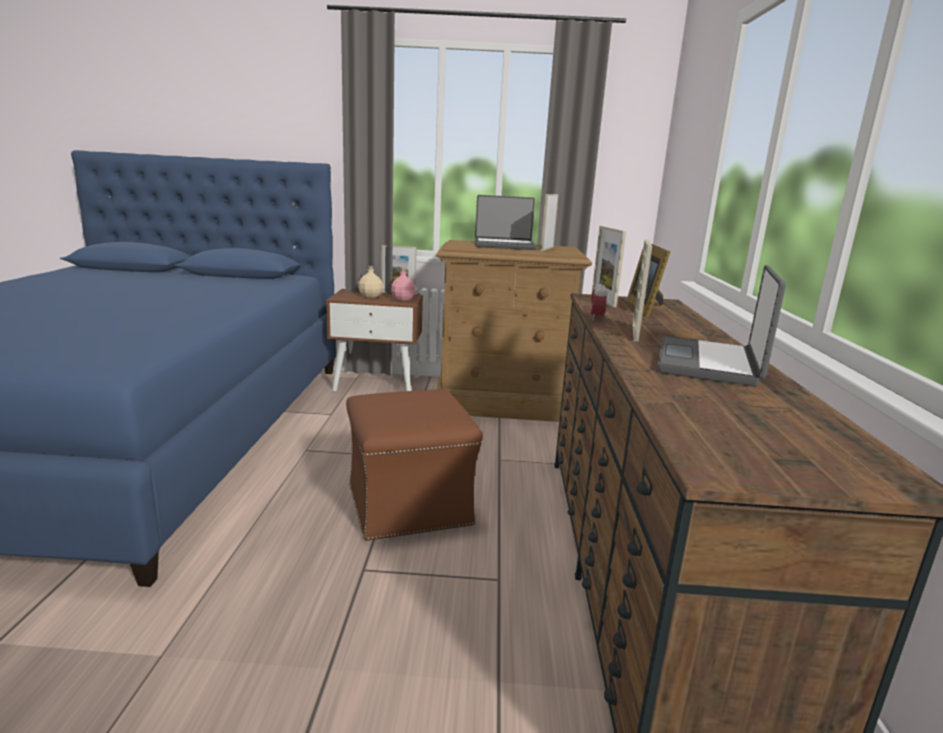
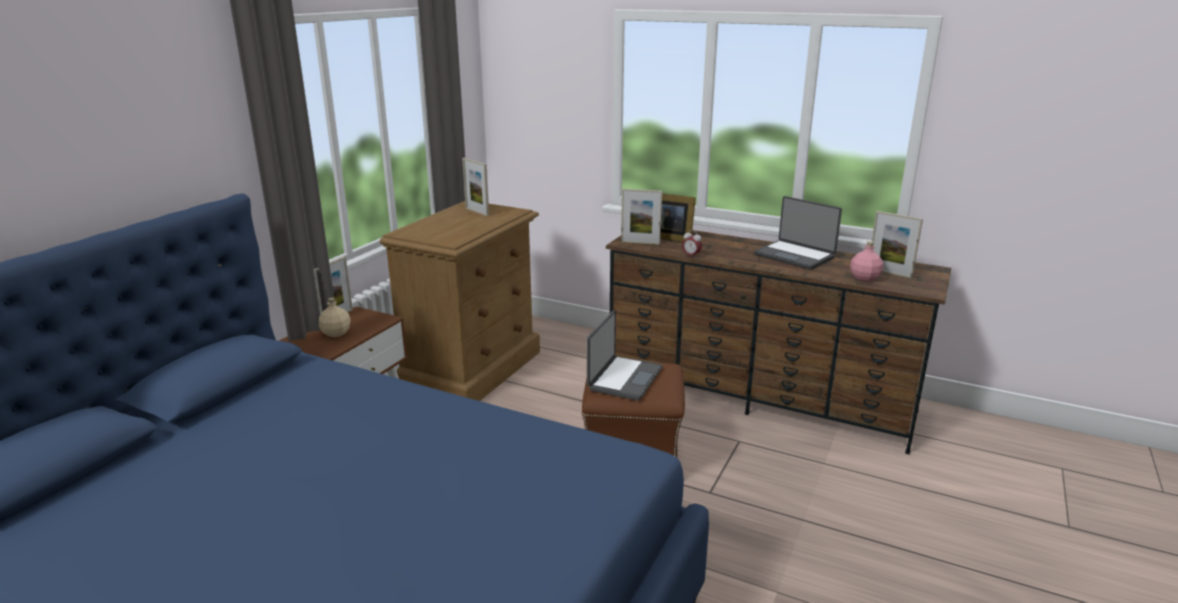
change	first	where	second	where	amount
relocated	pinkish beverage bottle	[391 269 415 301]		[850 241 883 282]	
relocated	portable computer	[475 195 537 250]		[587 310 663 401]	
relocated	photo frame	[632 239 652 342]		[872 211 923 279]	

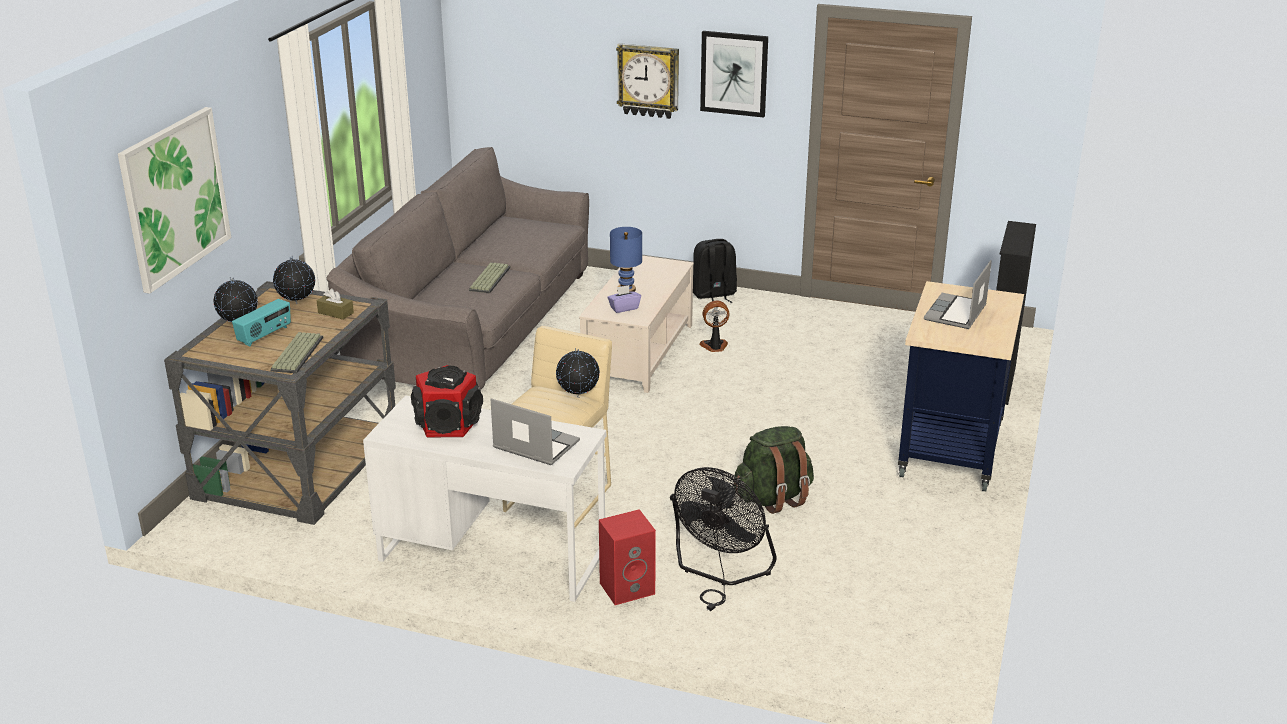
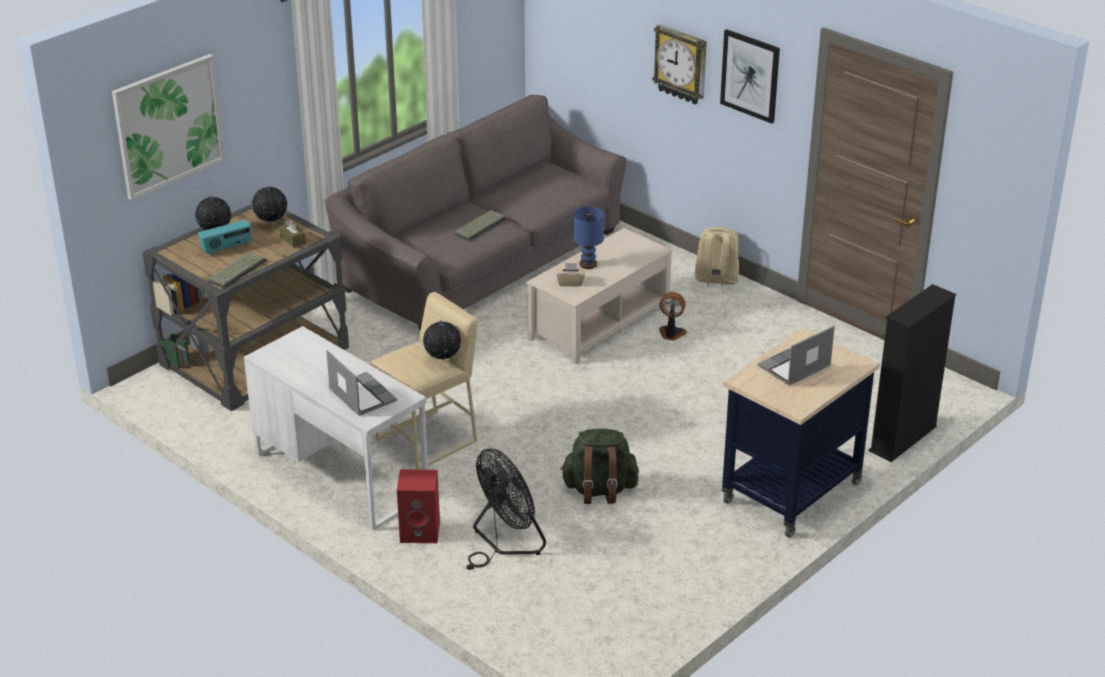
change	first	where	second	where	amount
missing	speaker	[411 365 483 437]			
colour	purple tissue holder	[607 285 641 313]	beige-coloured tissue holder	[556 263 585 287]	
colour	black knapsack	[693 239 737 303]	beige-coloured knapsack	[695 227 739 293]	

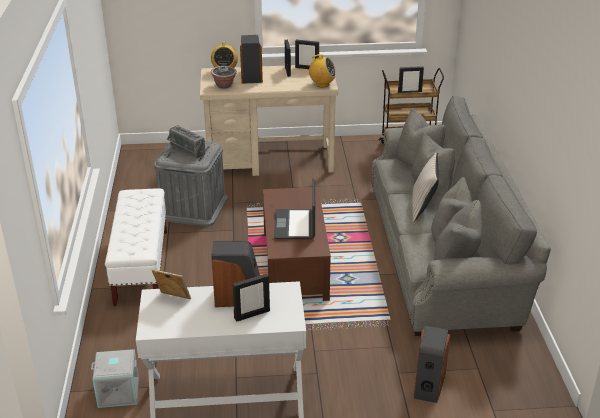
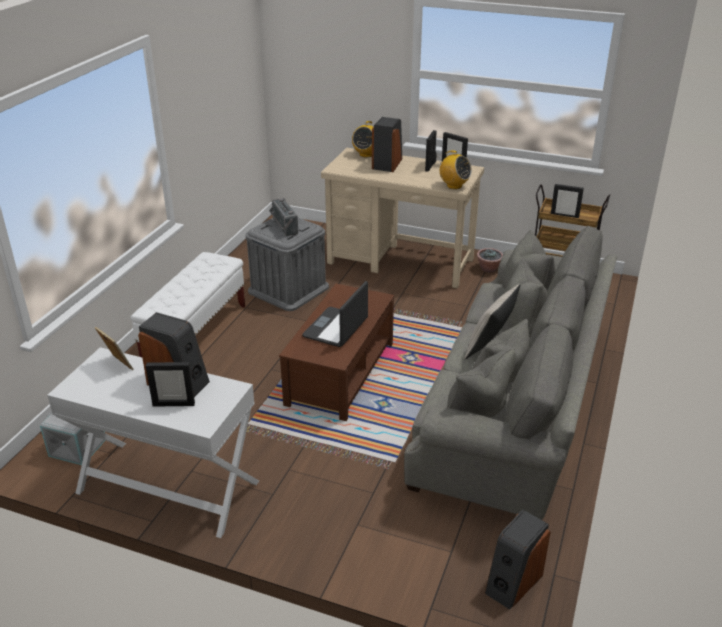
change	first	where	second	where	amount
relocated	plant in a pot	[211 66 237 89]		[477 248 503 273]	
relocated	speaker	[414 326 450 403]		[485 509 551 610]	

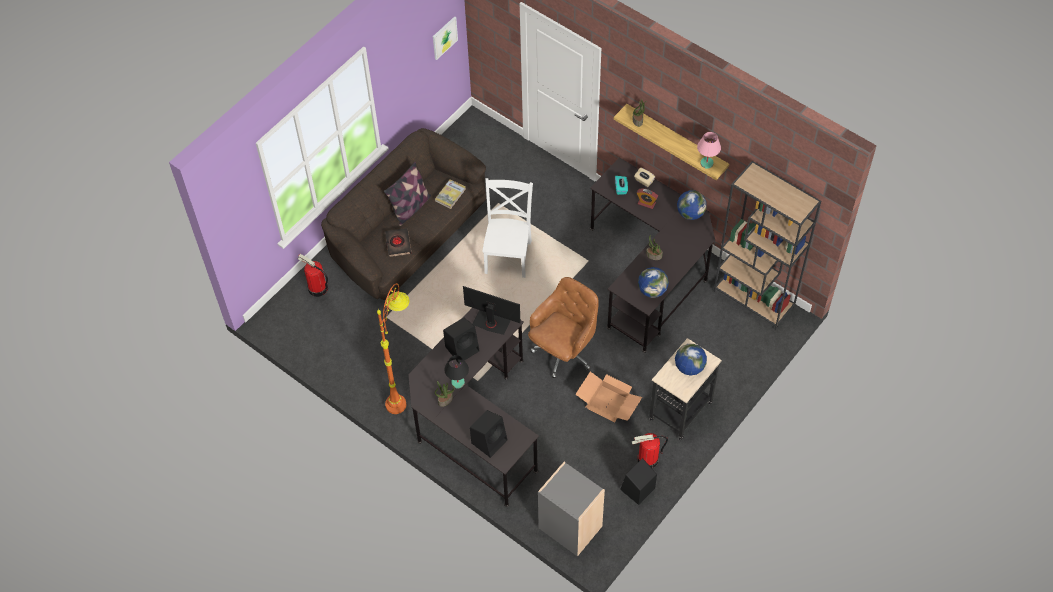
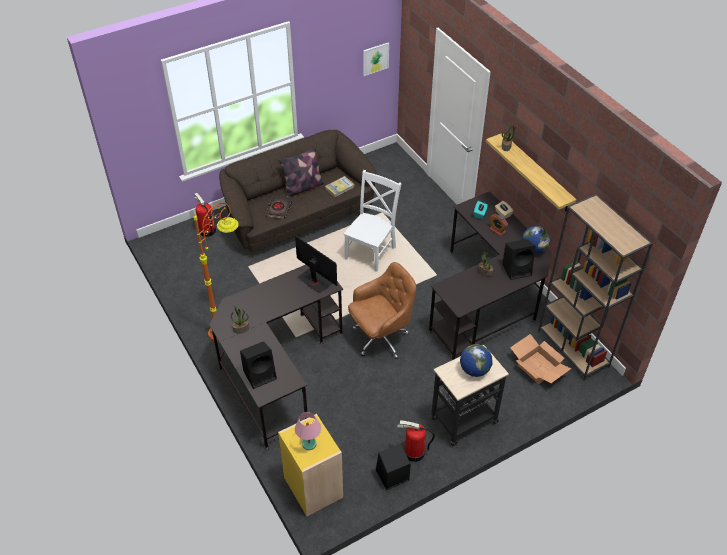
change	first	where	second	where	amount
relocated	black speaker	[443 318 480 364]		[502 239 536 280]	
missing	black tabletop lamp	[444 355 469 389]			
colour	grey bookcase	[538 462 605 556]	yellow-coloured bookcase	[278 414 343 516]	
relocated	carton	[575 372 642 422]		[510 334 571 384]	
missing	world globe	[638 267 669 298]			
relocated	pinkish tabletop lamp	[697 132 721 169]		[295 412 321 450]	

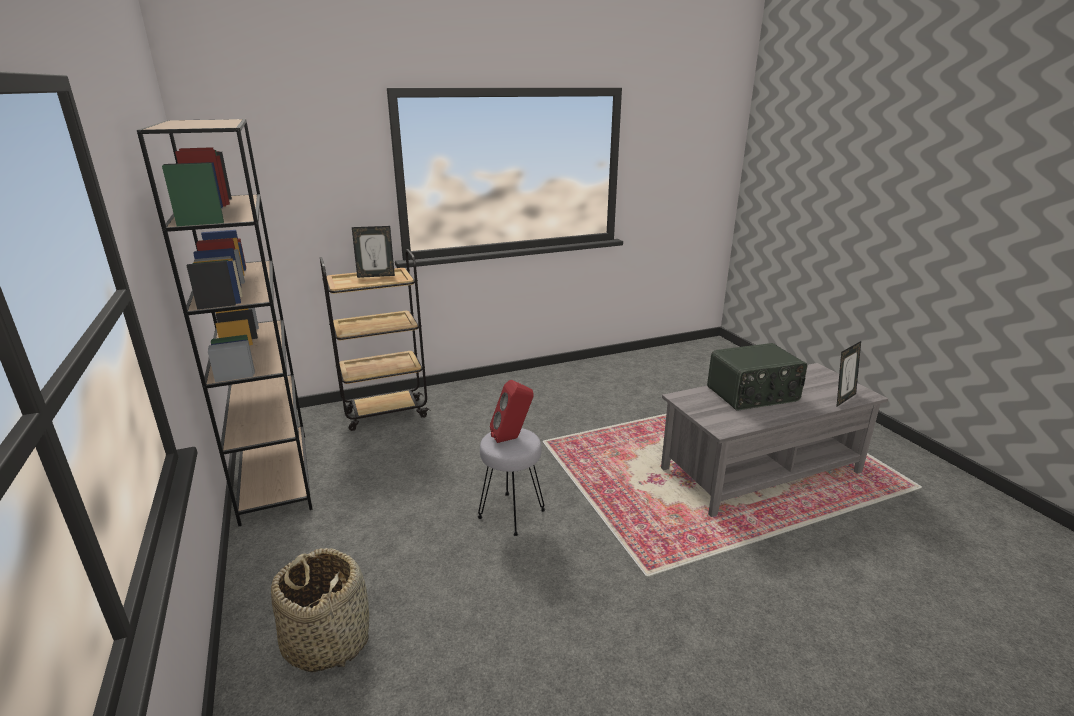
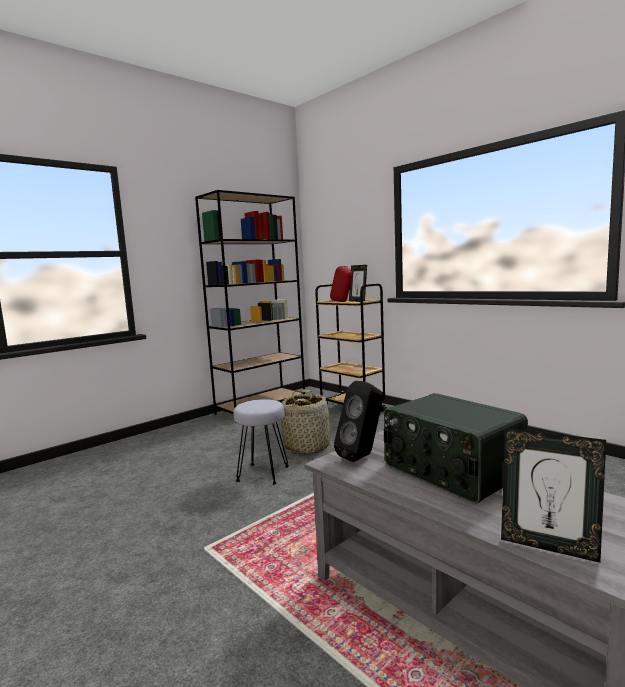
change	first	where	second	where	amount
relocated	basket	[271 548 369 672]		[281 389 330 454]	
relocated	reddish speaker	[490 380 534 443]		[330 266 353 302]	
appeared			black speaker	[334 381 383 462]	

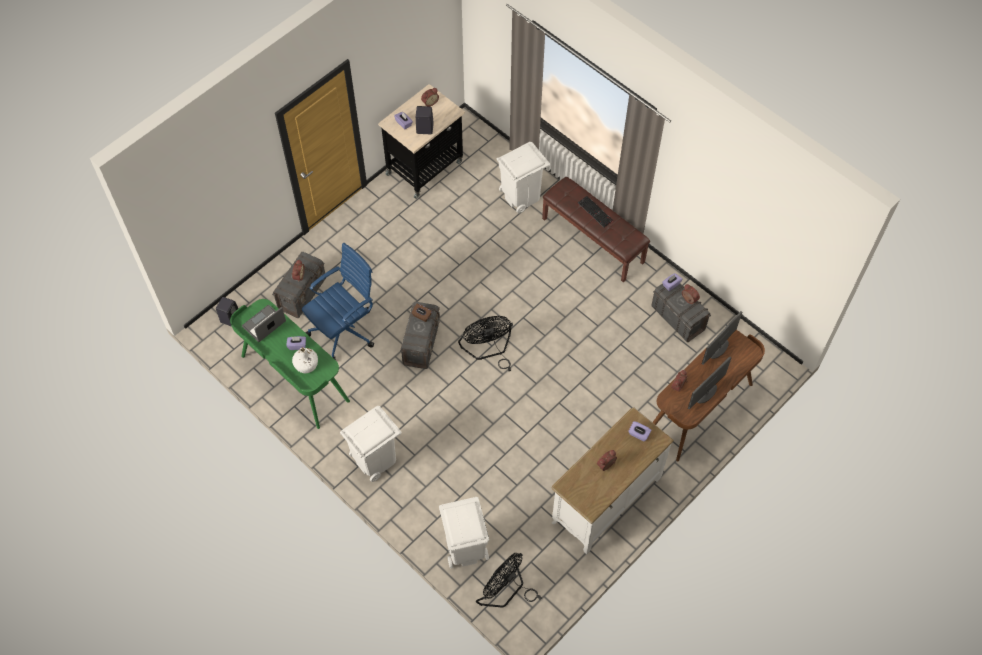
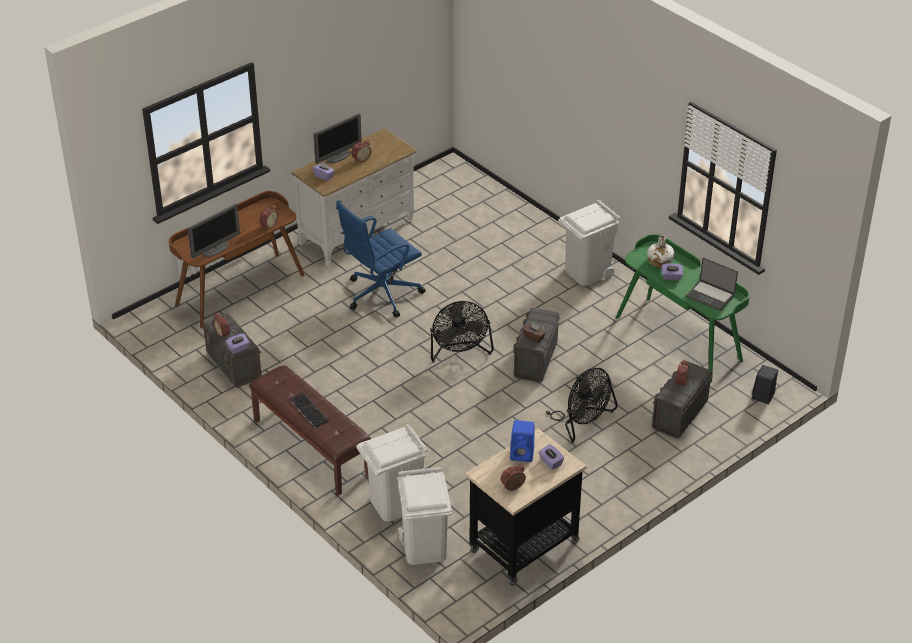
change	first	where	second	where	amount
spun	portable computer	[242 305 286 342]		[686 257 738 311]	75 degrees clockwise
relocated	blue-coloured desk chair	[302 243 374 360]		[336 200 425 318]	
colour	black speaker	[416 106 434 134]	blue-coloured speaker	[510 420 534 462]	
relocated	white-coloured waste bin	[439 497 489 569]		[397 467 452 565]	
relocated	black cooling fan	[476 553 542 607]		[546 368 618 443]	
relocated	computer display	[688 357 731 410]		[313 113 362 164]	

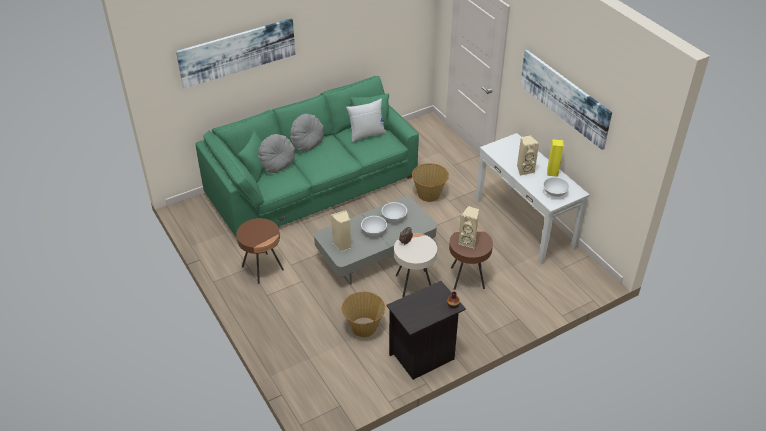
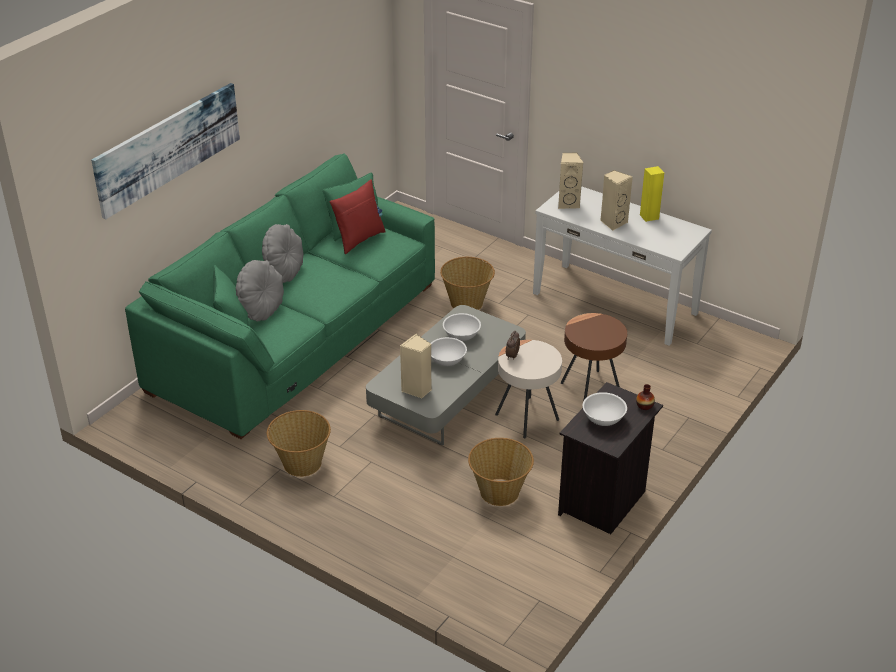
change	first	where	second	where	amount
exchanged	brown side table	[236 218 284 284]	basket	[267 410 331 477]	
colour	grey cushion	[346 99 386 143]	reddish cushion	[330 179 386 254]	
relocated	beige-coloured speaker	[458 206 479 249]		[558 152 583 209]	
missing	picture	[520 50 612 150]			
relocated	white-coloured serving bowl	[543 177 570 197]		[583 392 627 426]	

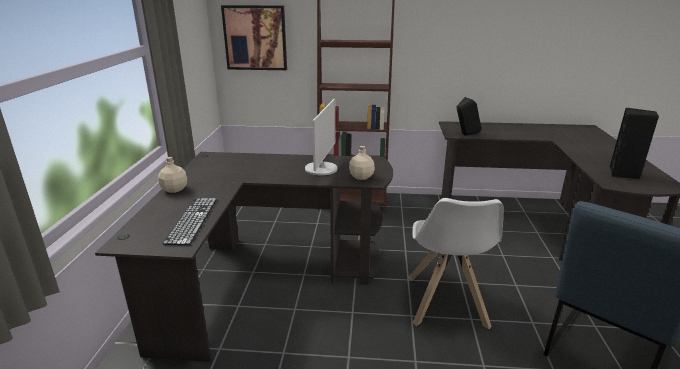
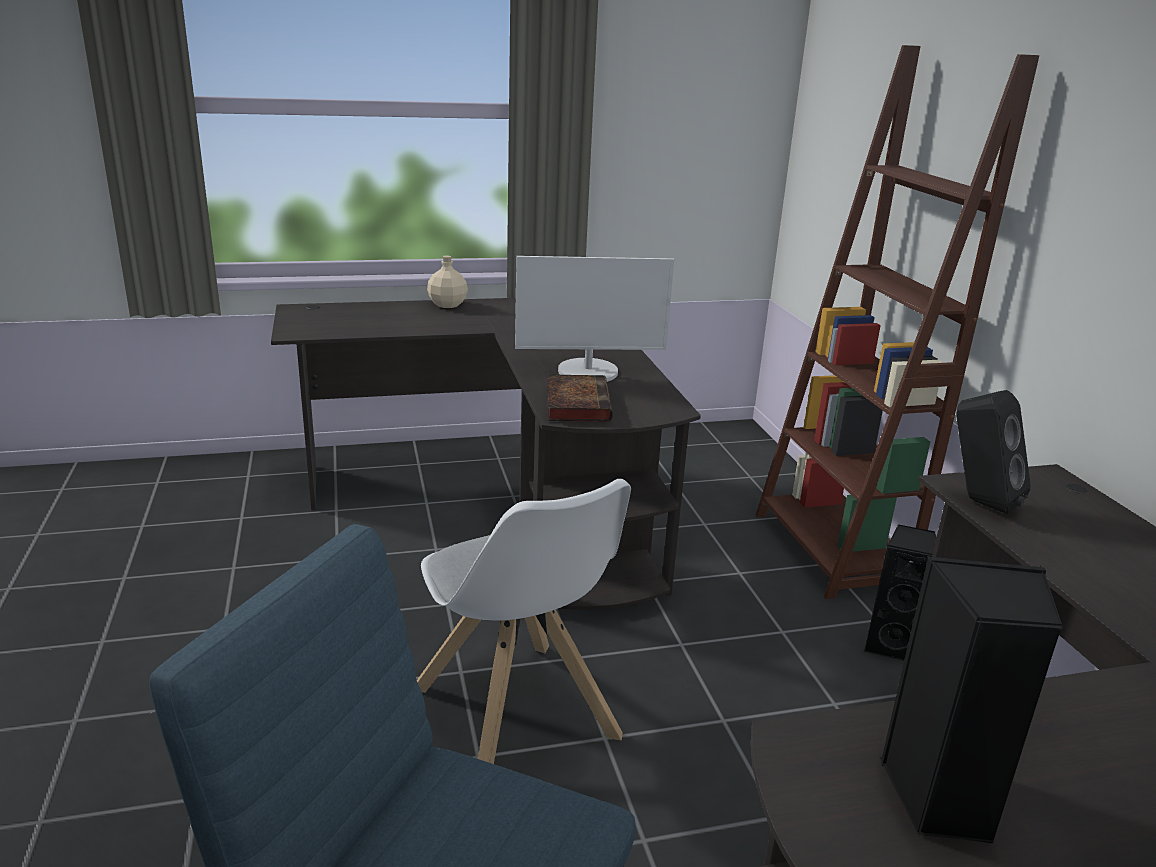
change	first	where	second	where	amount
missing	computer keyboard	[163 198 217 245]			
missing	picture	[221 5 287 70]			
exchanged	beige-coloured beverage bottle	[349 146 375 180]	book	[547 374 613 422]	
spun	plain chair	[408 198 504 329]		[417 479 631 764]	105 degrees counterclockwise
appeared			black speaker	[864 524 937 661]	

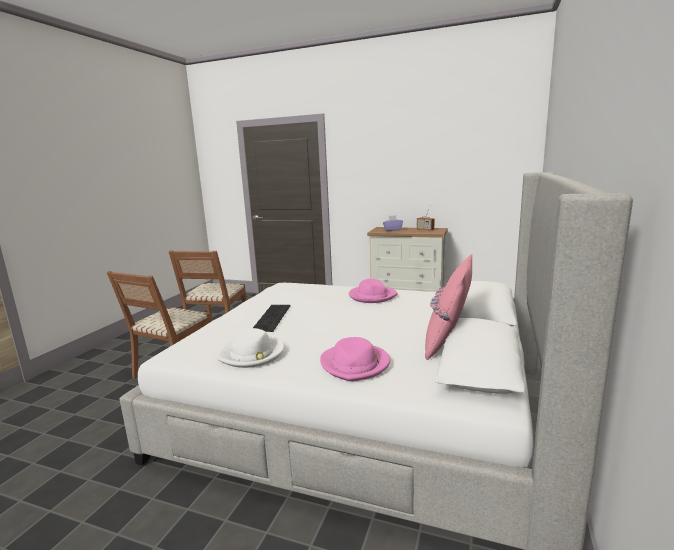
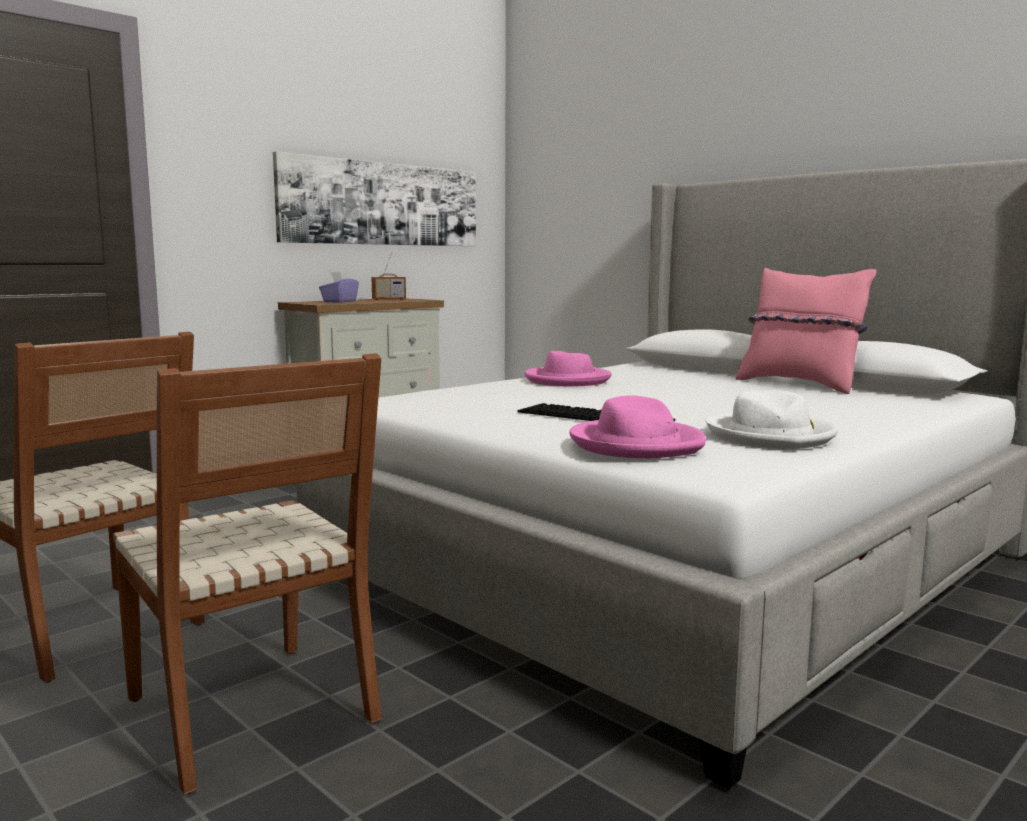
change	first	where	second	where	amount
relocated	pinkish wearable hat	[320 337 390 381]		[570 395 706 458]	
appeared			picture	[273 152 476 246]	

